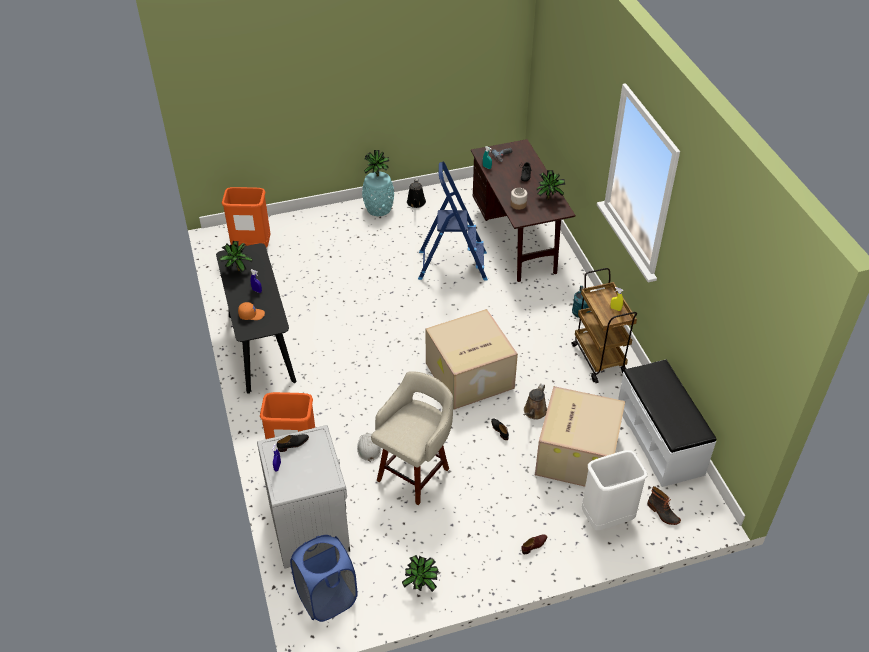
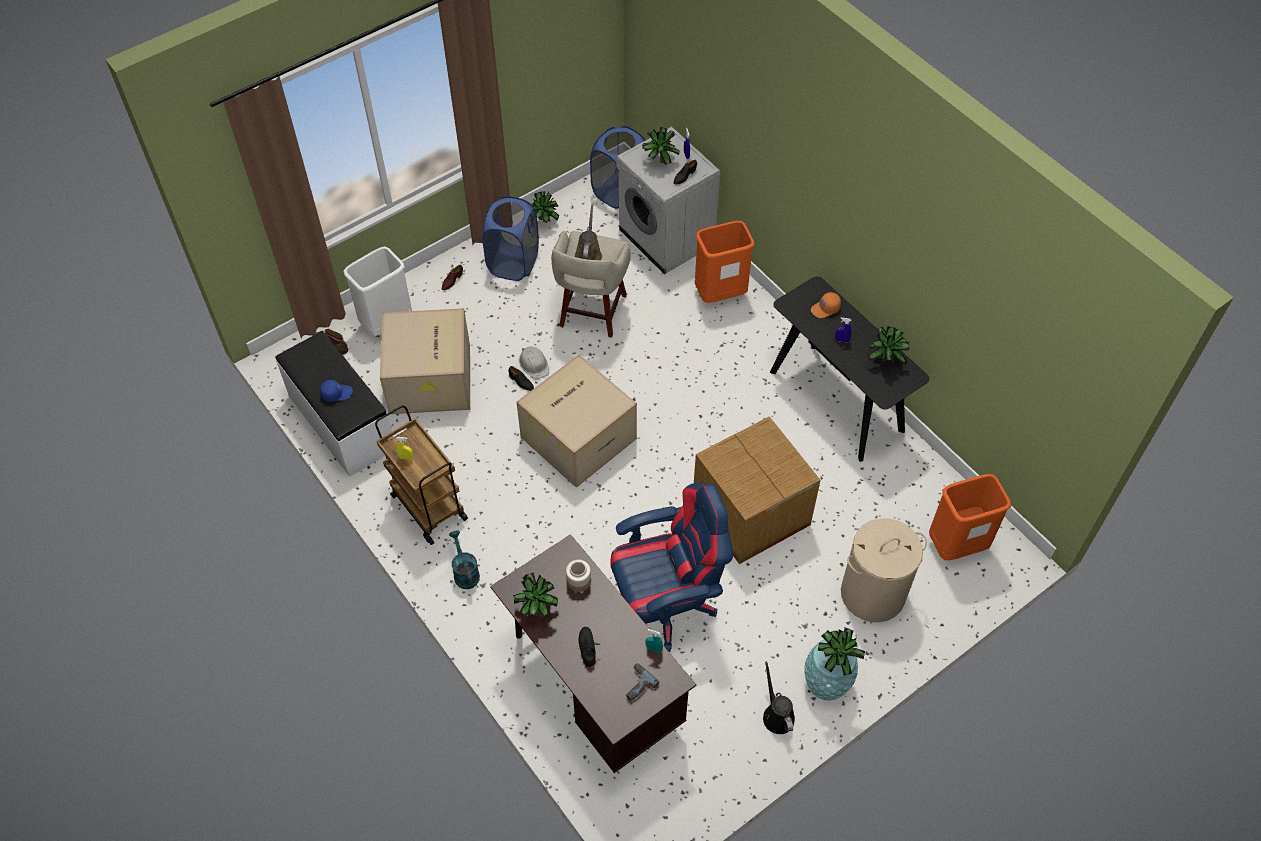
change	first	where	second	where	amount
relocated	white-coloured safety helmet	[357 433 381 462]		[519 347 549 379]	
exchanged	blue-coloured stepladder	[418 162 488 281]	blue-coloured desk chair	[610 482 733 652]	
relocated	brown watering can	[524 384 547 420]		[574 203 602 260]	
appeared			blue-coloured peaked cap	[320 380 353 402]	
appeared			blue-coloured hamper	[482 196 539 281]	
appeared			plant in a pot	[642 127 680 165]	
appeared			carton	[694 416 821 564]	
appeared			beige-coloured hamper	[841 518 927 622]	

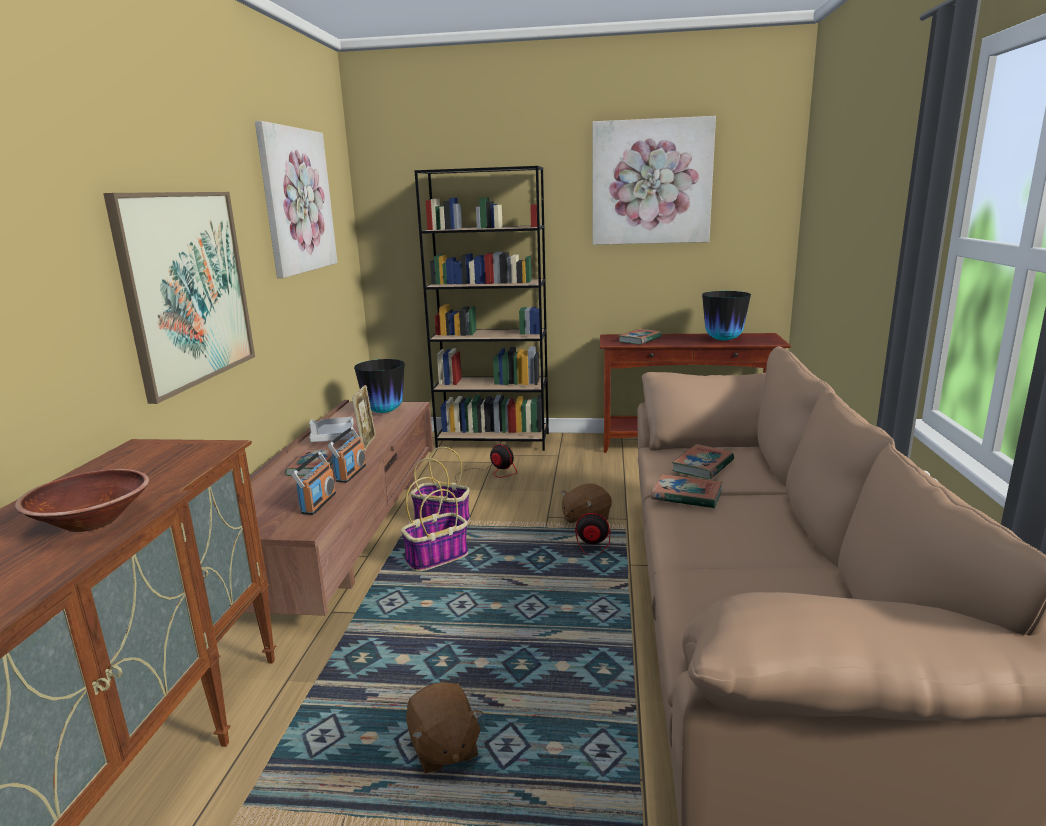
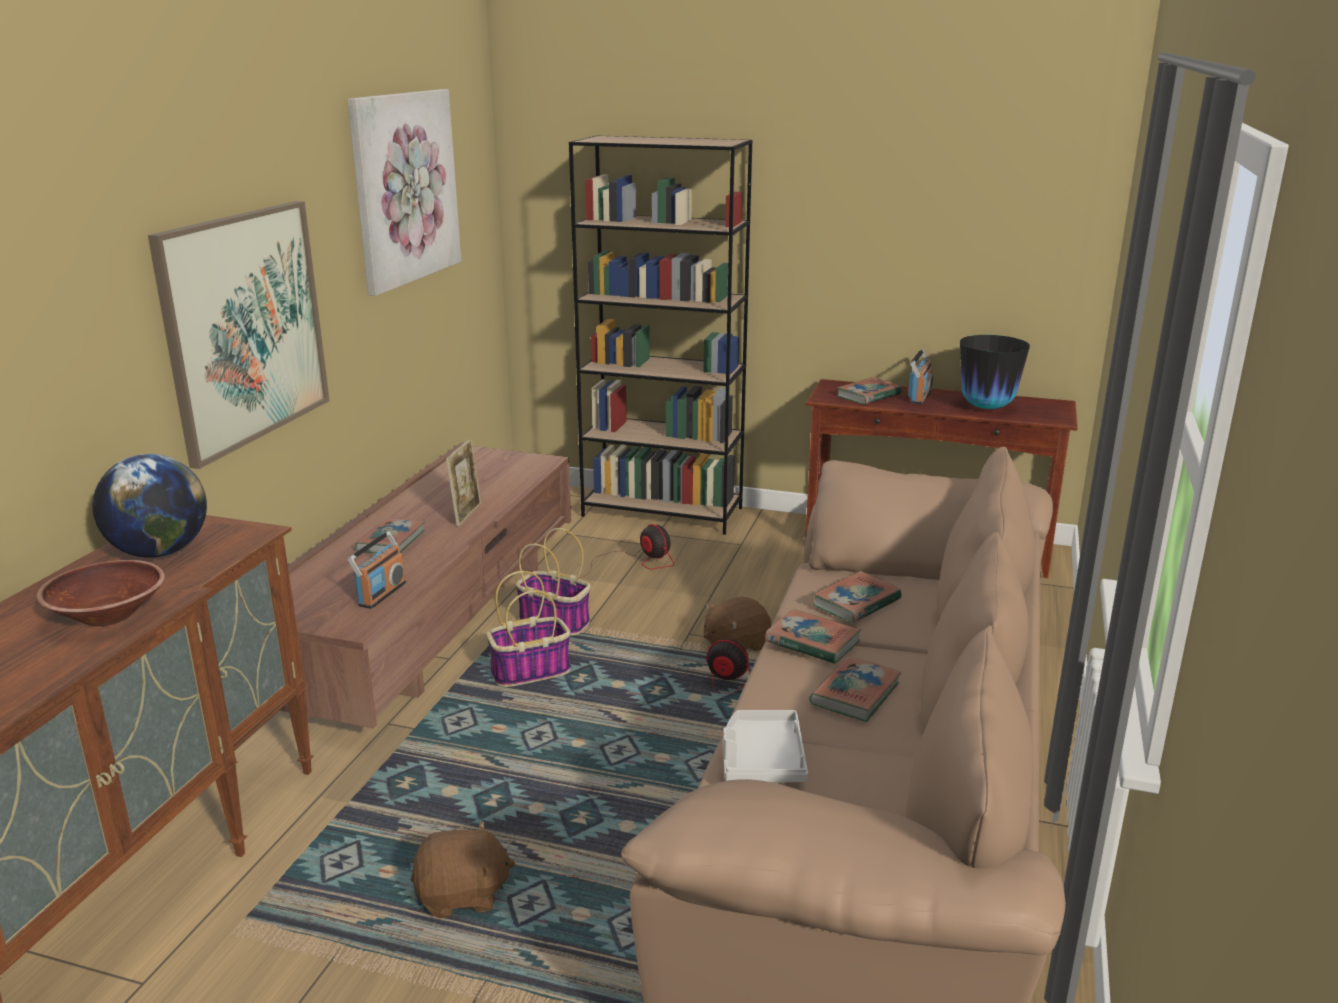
change	first	where	second	where	amount
relocated	grey serving tray	[309 417 354 442]		[723 710 808 783]	
relocated	radio receiver	[328 427 366 483]		[908 349 933 405]	
missing	decorative vase	[354 359 405 413]			
spun	brown cuddly toy	[406 682 483 773]		[411 821 515 918]	90 degrees counterclockwise
missing	picture	[593 116 716 245]			
appeared			world globe	[93 454 207 558]	
appeared			book	[809 656 901 722]	

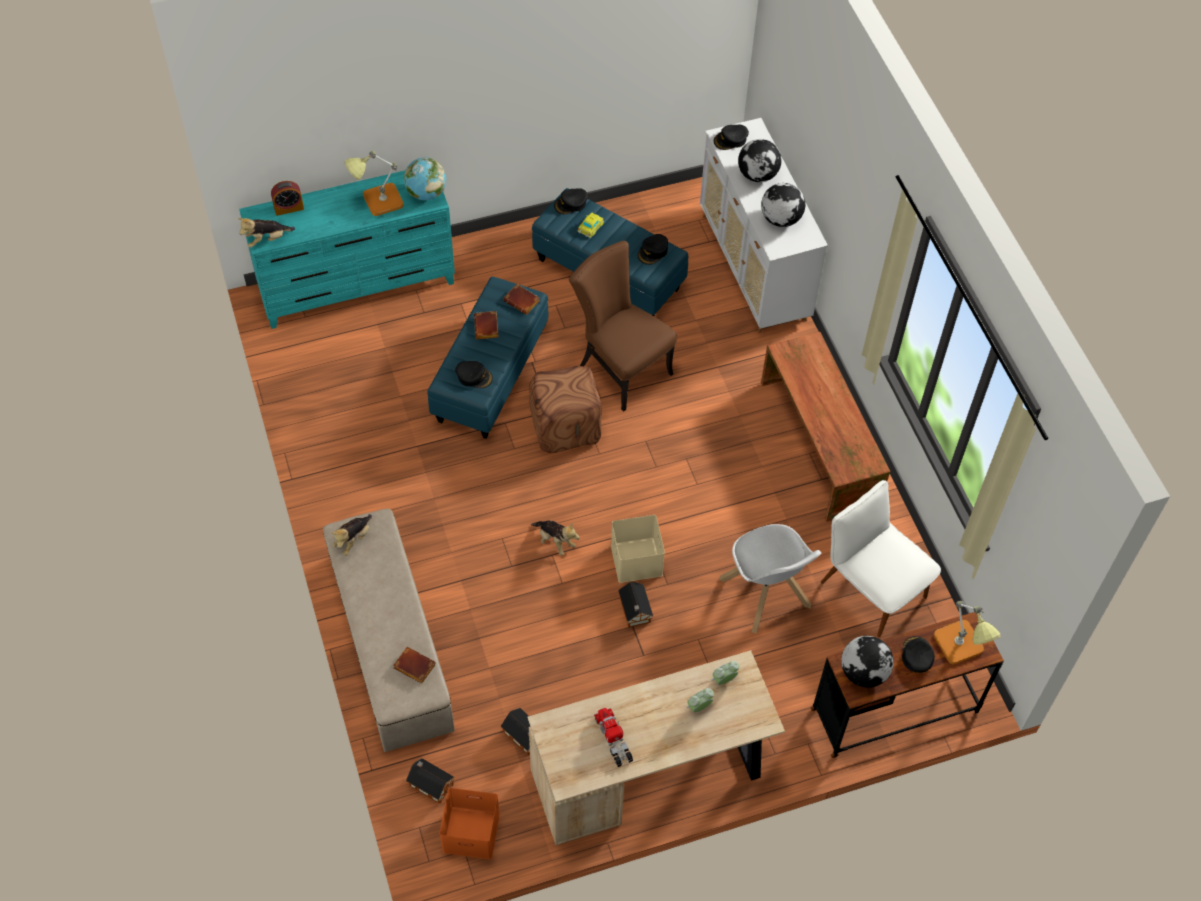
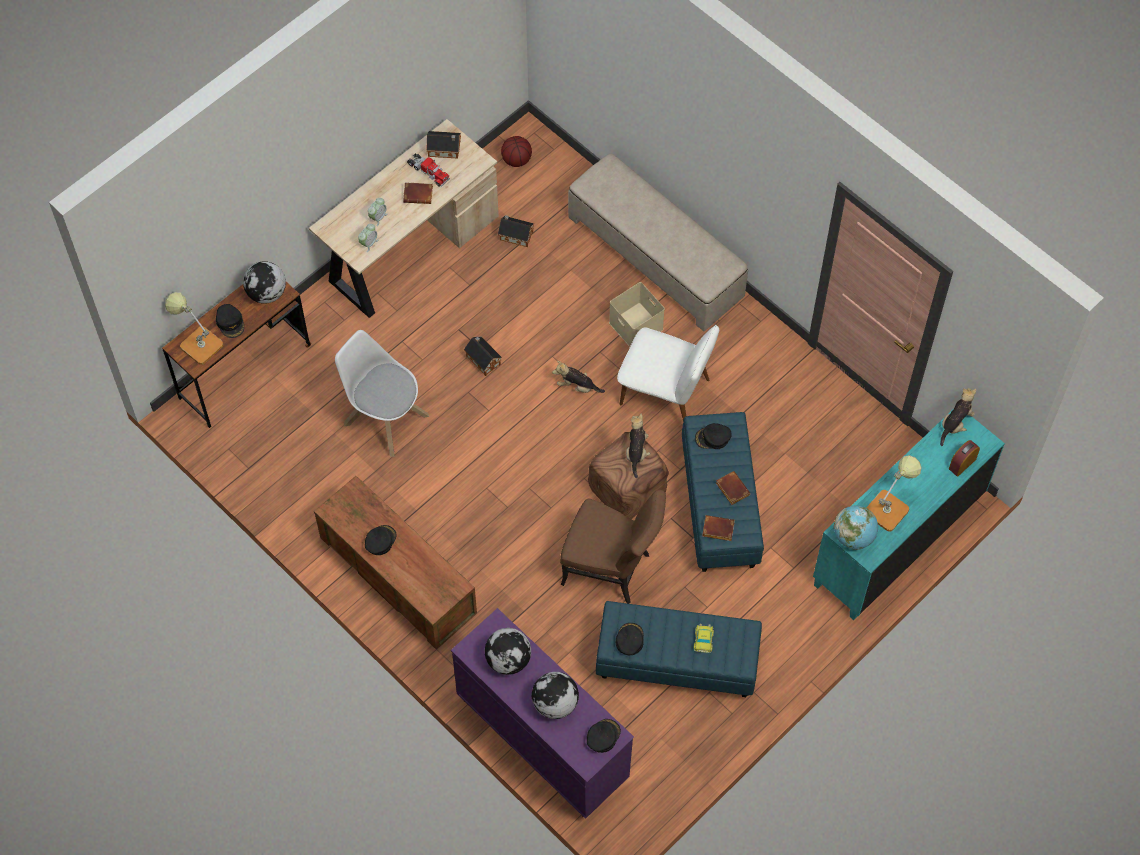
change	first	where	second	where	amount
relocated	cuddly toy	[332 514 372 556]		[626 414 650 478]	
relocated	brown book	[393 647 436 684]		[403 182 433 204]	
relocated	model house	[406 758 454 804]		[426 131 461 158]	
exchanged	orange storage bin	[440 788 500 859]	basketball ball	[501 136 532 167]	
relocated	black peaked cap	[554 188 588 214]		[365 525 397 555]	
relocated	beige-coloured storage bin	[611 515 665 583]		[609 282 665 347]	
colour	white-coloured cupboard	[700 118 828 334]	purple cupboard	[451 608 634 819]	
relocated	white-coloured plain chair	[821 480 941 637]		[617 325 719 420]	

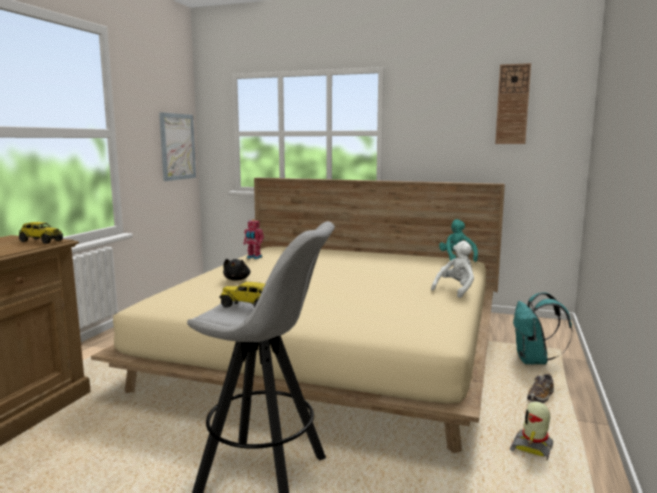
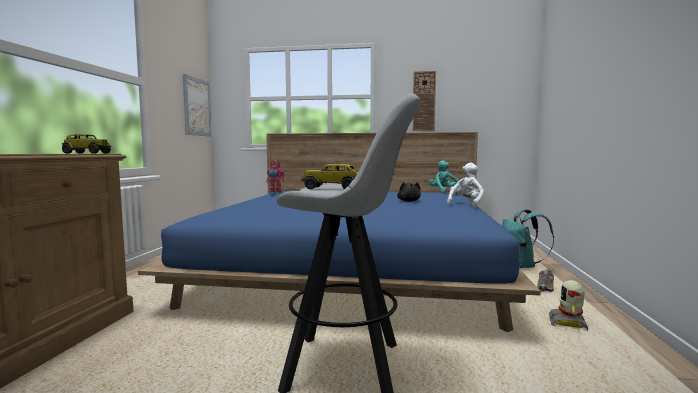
change	first	where	second	where	amount
colour	beige-coloured sleeping bed	[91 178 505 453]	blue-coloured sleeping bed	[138 132 541 332]	
relocated	black cuddly toy	[223 259 250 281]		[397 182 421 202]	
relocated	wall clock	[495 63 531 144]		[413 71 436 131]	

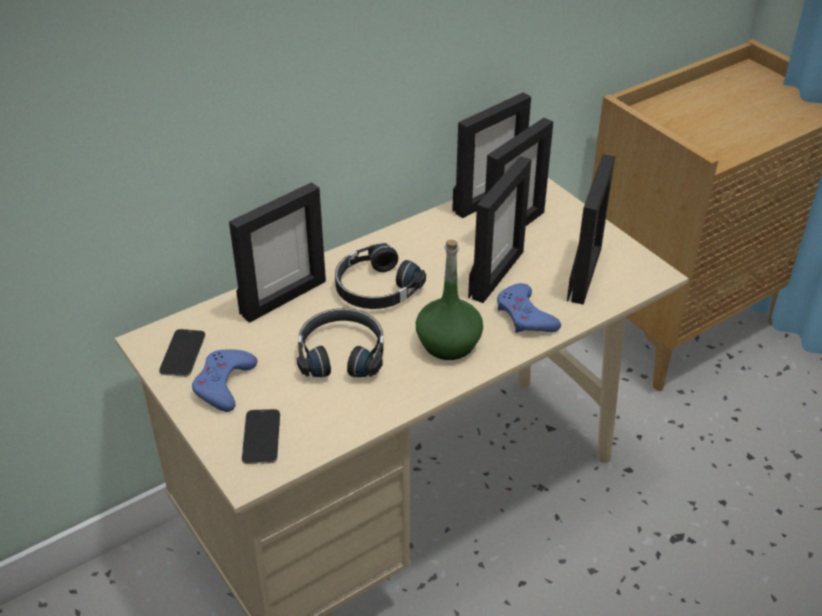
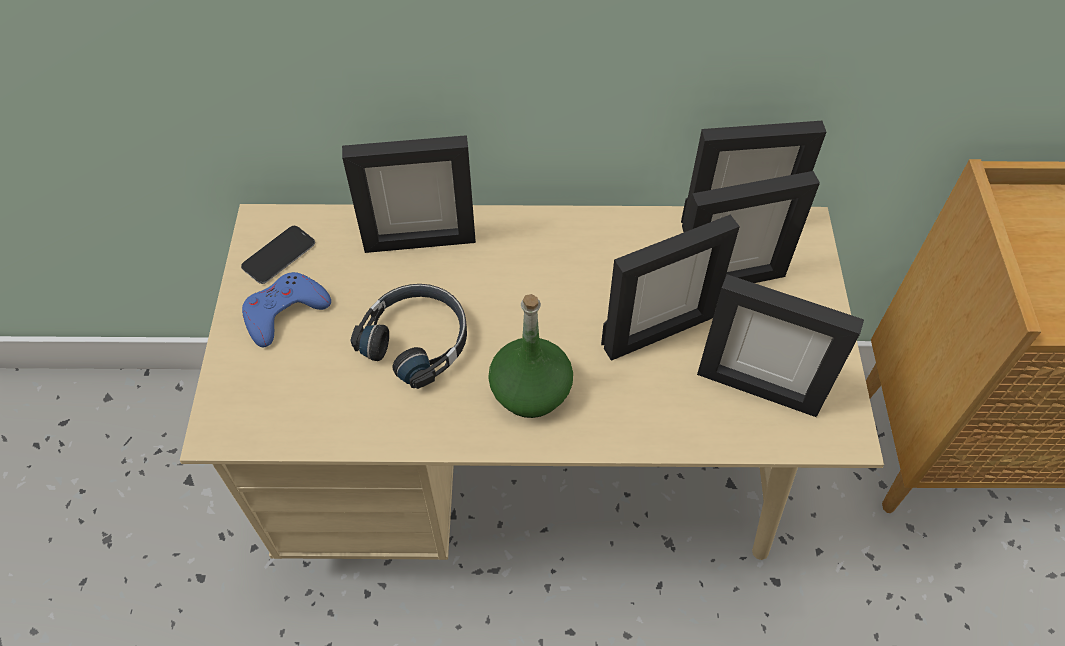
change	first	where	second	where	amount
missing	telephone	[242 409 280 464]			
missing	black headphones	[335 243 426 309]			
missing	blue-coloured gamepad	[497 283 561 333]			
spun	photo frame	[567 154 615 305]		[697 274 864 417]	60 degrees clockwise

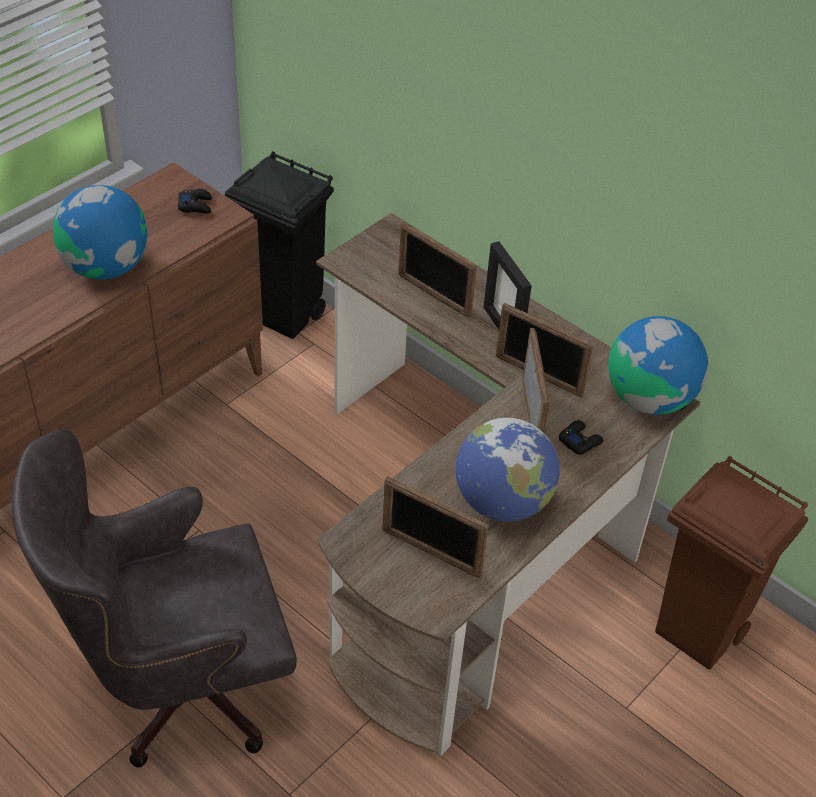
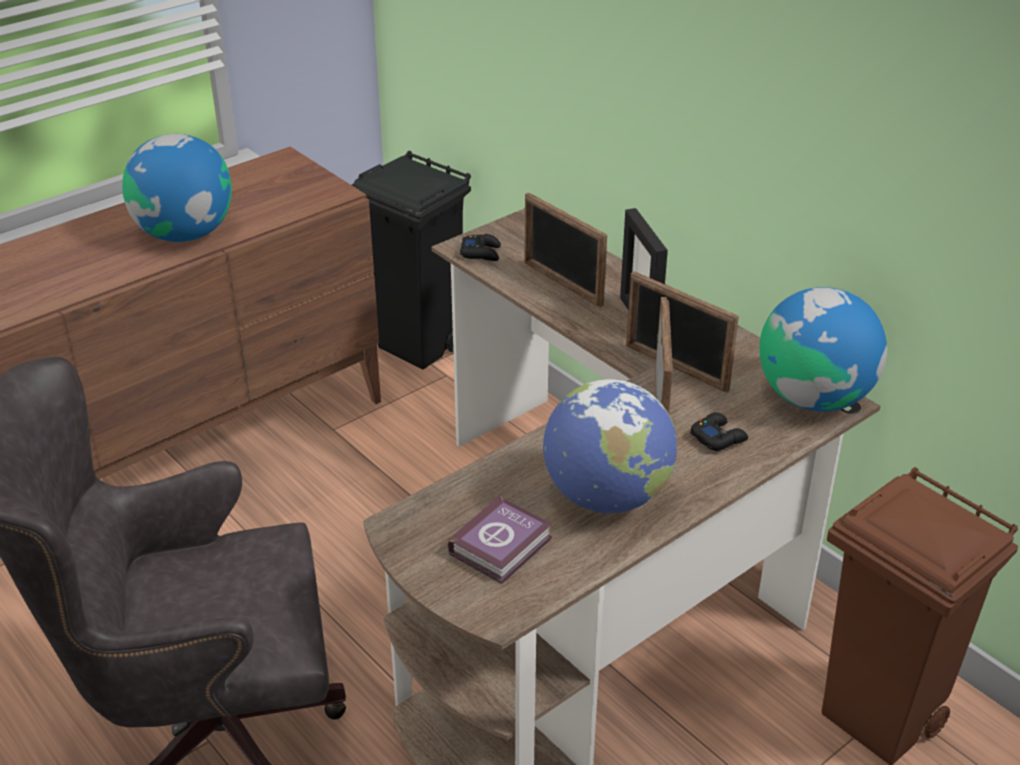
change	first	where	second	where	amount
relocated	black gamepad	[178 189 212 213]		[460 234 501 261]	
exchanged	photo frame	[382 476 489 578]	book	[448 495 552 584]	

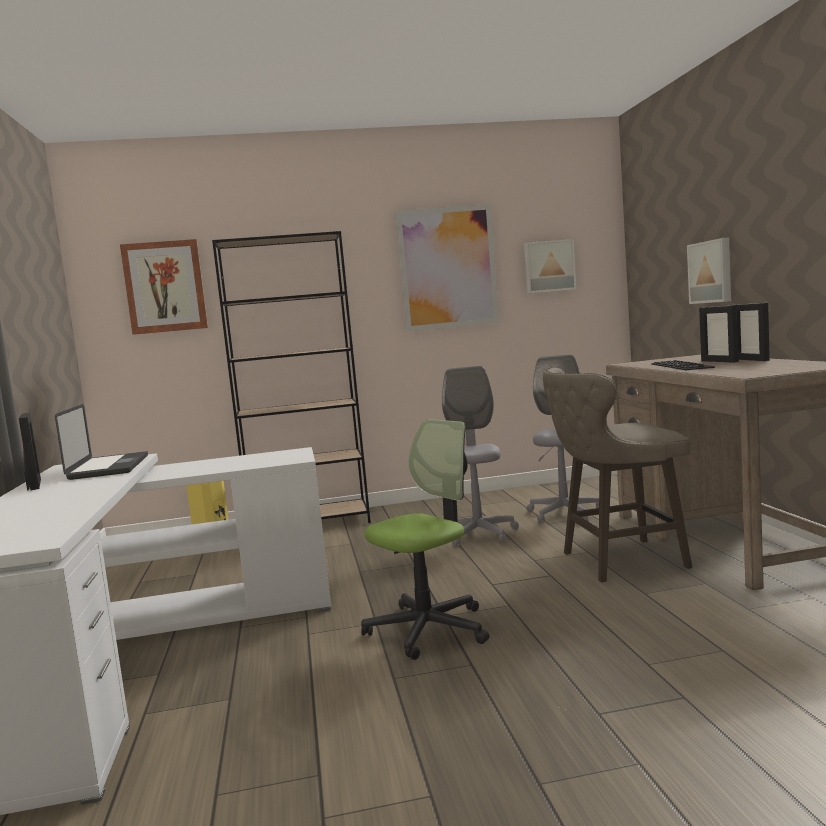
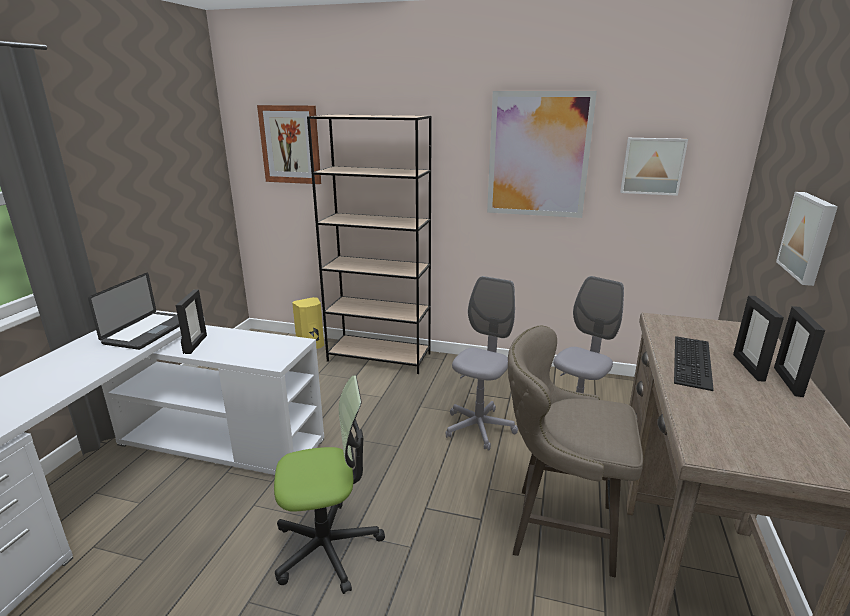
change	first	where	second	where	amount
relocated	photo frame	[19 413 41 491]		[176 290 207 354]	

